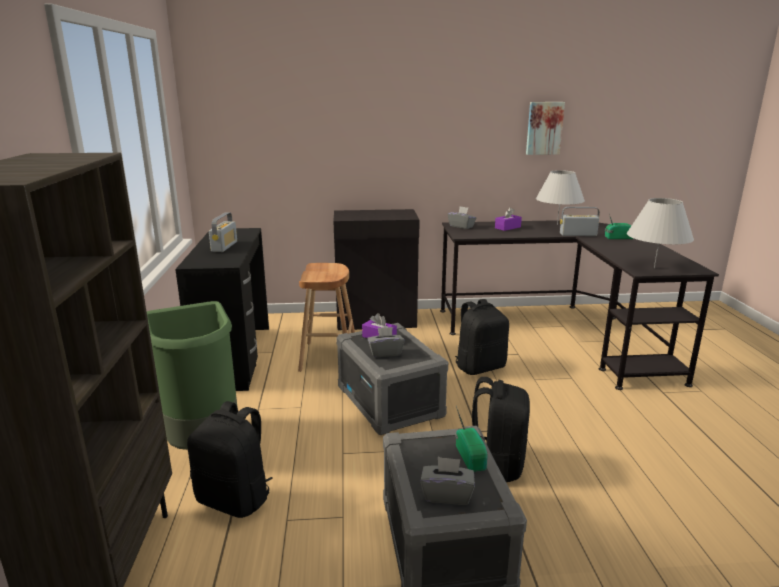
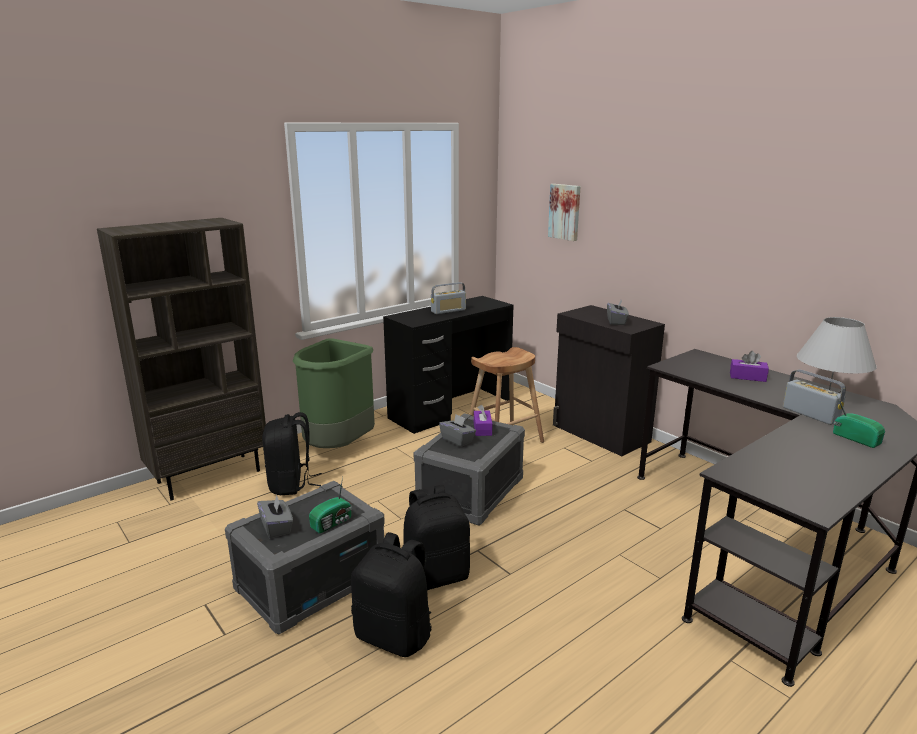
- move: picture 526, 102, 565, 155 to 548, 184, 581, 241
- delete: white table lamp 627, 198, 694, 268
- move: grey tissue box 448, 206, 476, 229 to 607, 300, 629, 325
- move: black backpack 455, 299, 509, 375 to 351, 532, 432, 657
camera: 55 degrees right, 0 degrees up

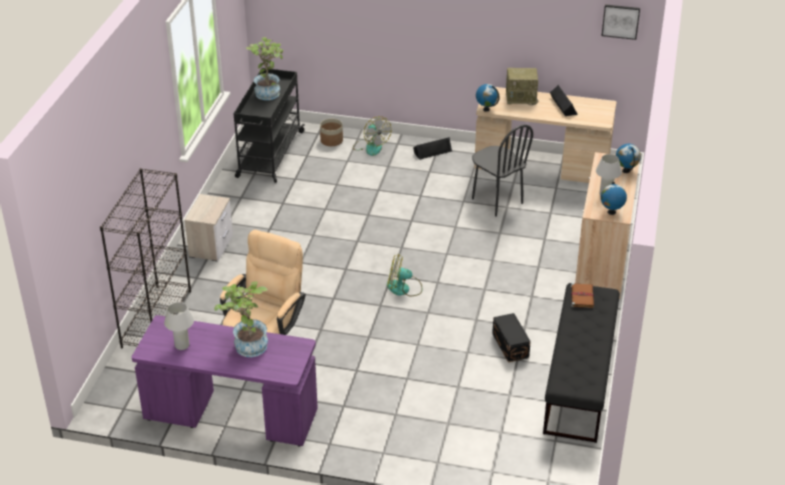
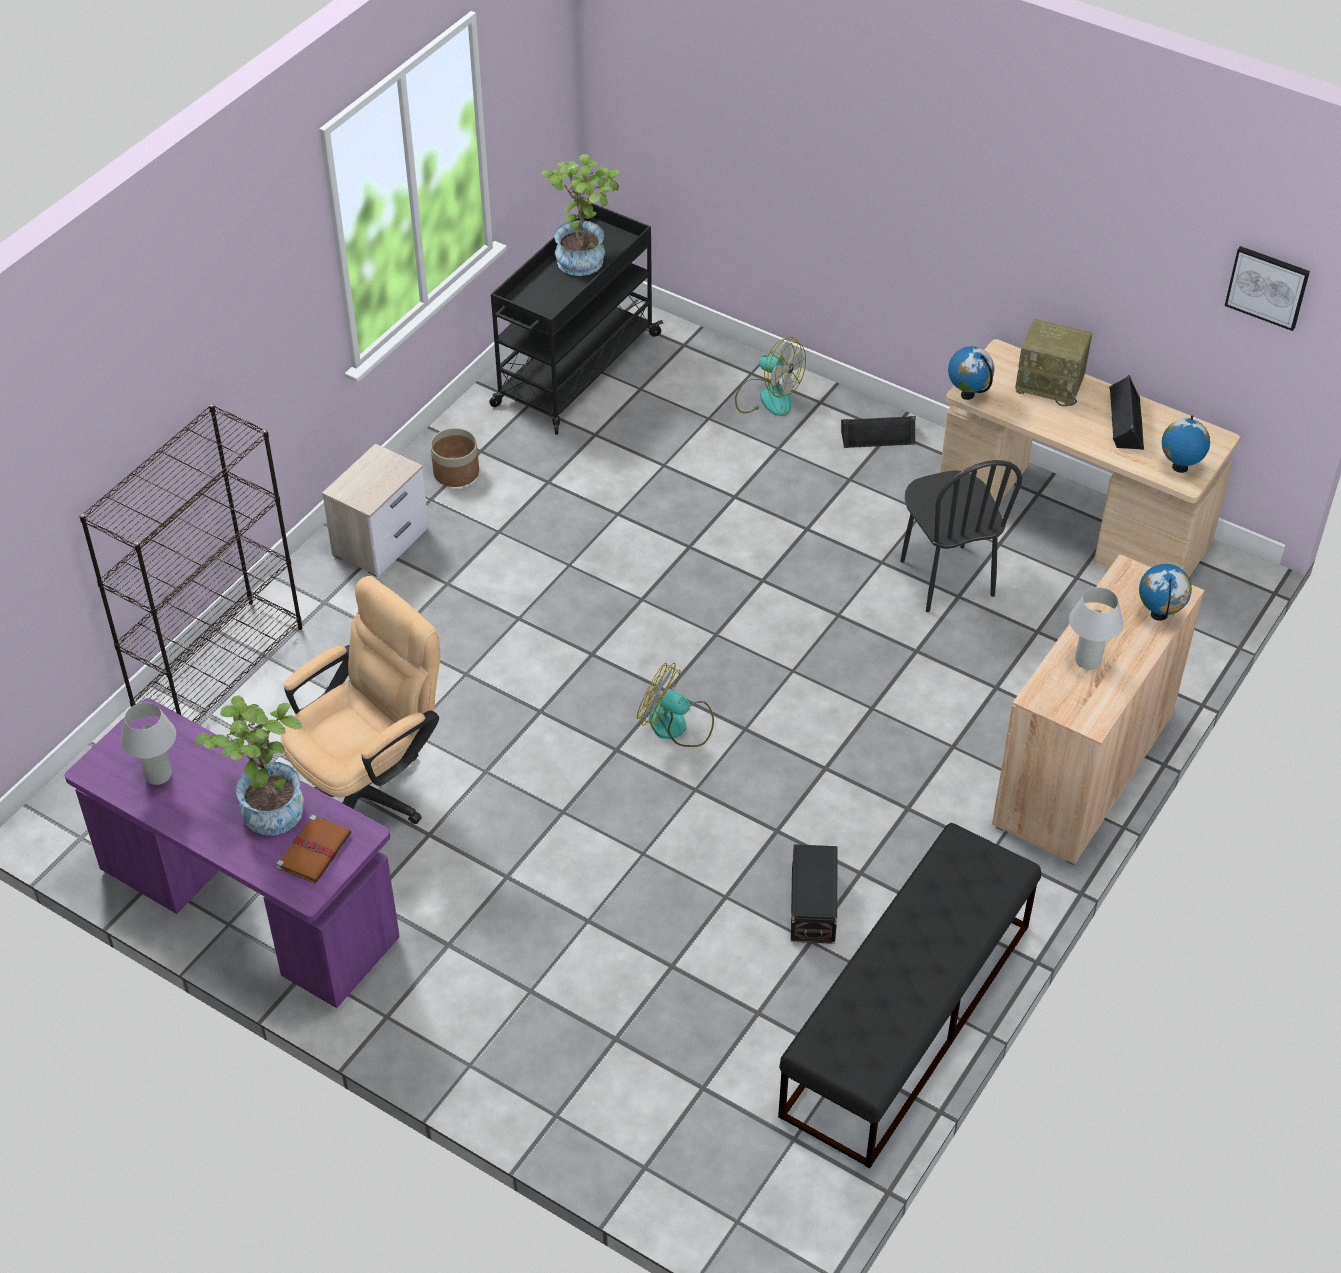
- rotate: fan 353, 116, 391, 156 = 735, 337, 806, 416 45 degrees counterclockwise
- move: planter 320, 119, 343, 146 to 430, 428, 479, 487
- move: globe 601, 182, 627, 215 to 1162, 415, 1210, 473
- move: brown book 571, 283, 594, 308 to 277, 815, 351, 883
camera: 20 degrees right, 10 degrees up

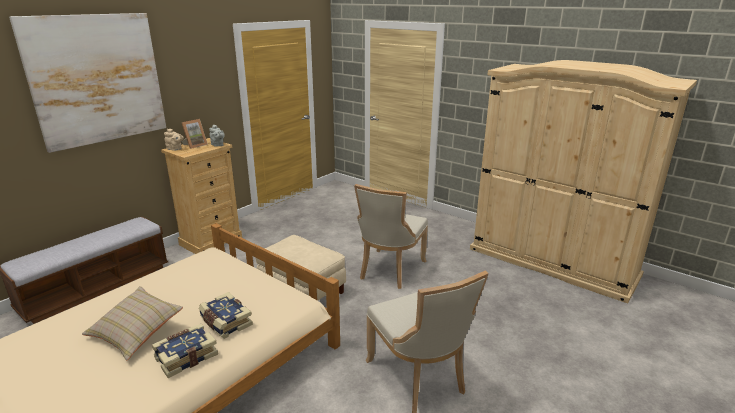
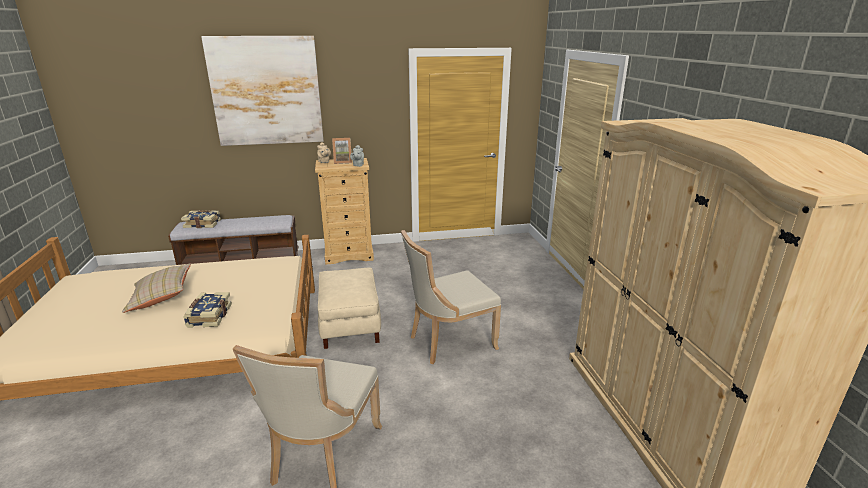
- move: book 152, 324, 218, 378 to 181, 210, 221, 228
camera: 40 degrees right, 0 degrees up

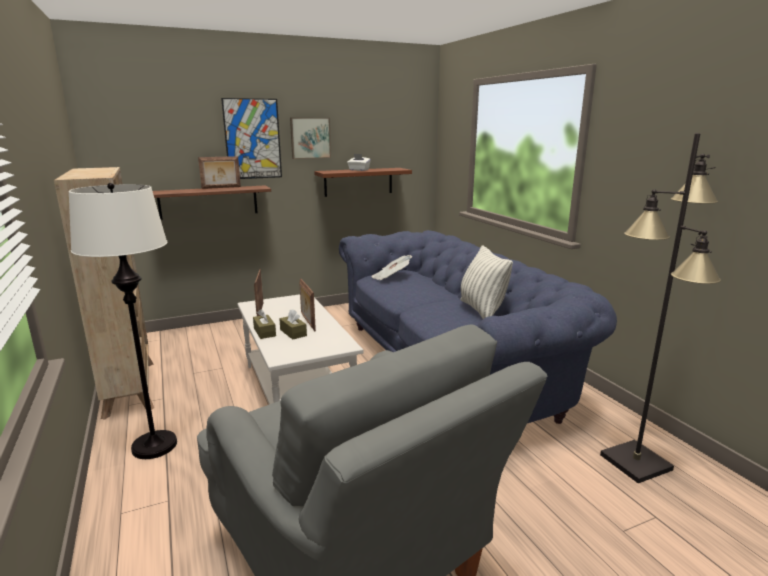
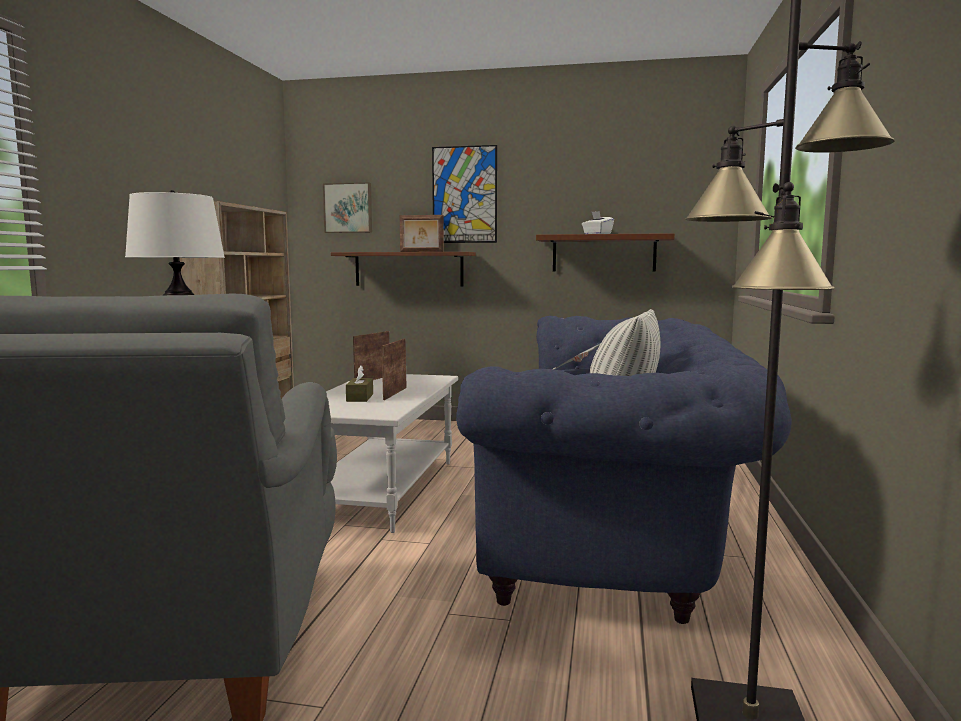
- move: picture 290, 118, 331, 159 to 323, 182, 372, 233
- delete: brown tissue box 253, 309, 276, 339
camera: 35 degrees right, 10 degrees down

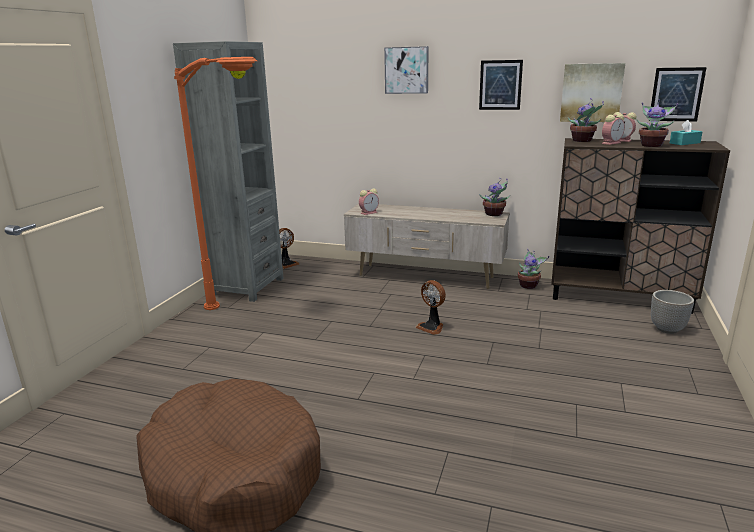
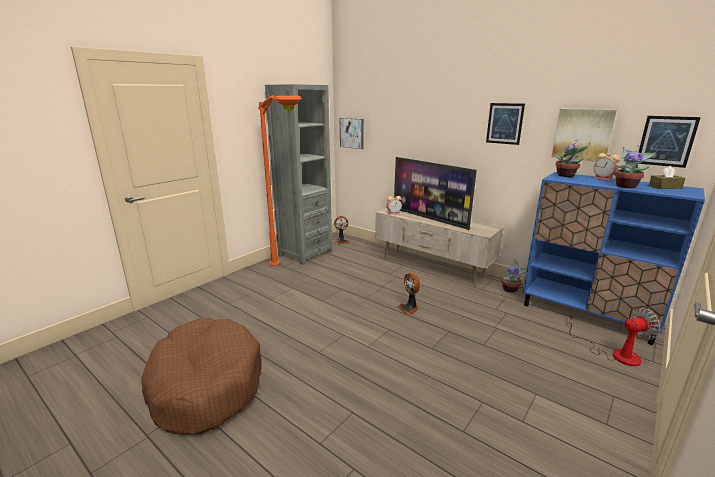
- move: picture 384, 46, 429, 94 to 340, 118, 364, 149
- delete: alarm clock 602, 114, 625, 145
- recolor: turquoise tissue box 670, 120, 702, 145 to brown tissue box 649, 166, 686, 189
- recolor: brown cabinet 551, 138, 730, 314 to blue cabinet 523, 172, 705, 345
- delete: potted plant 479, 178, 510, 216
- replace: planter 651, 290, 694, 334 to fan 565, 308, 661, 366
- insert: television 394, 157, 477, 230
camera: 20 degrees right, 0 degrees up

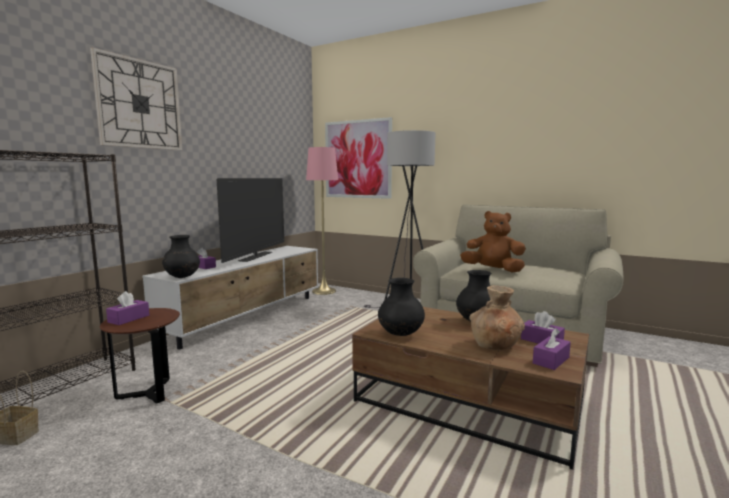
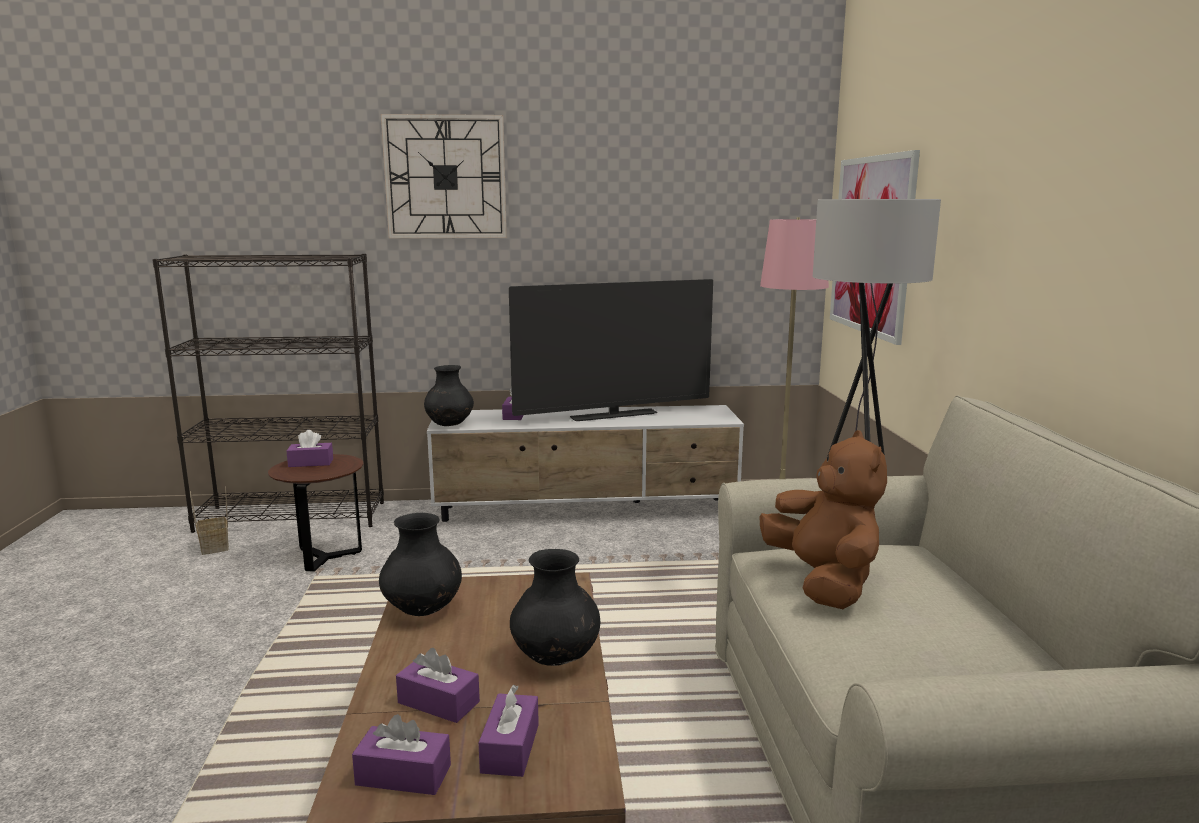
- replace: brown vase 469, 286, 525, 350 to purple tissue box 396, 648, 480, 723
camera: 55 degrees right, 5 degrees up

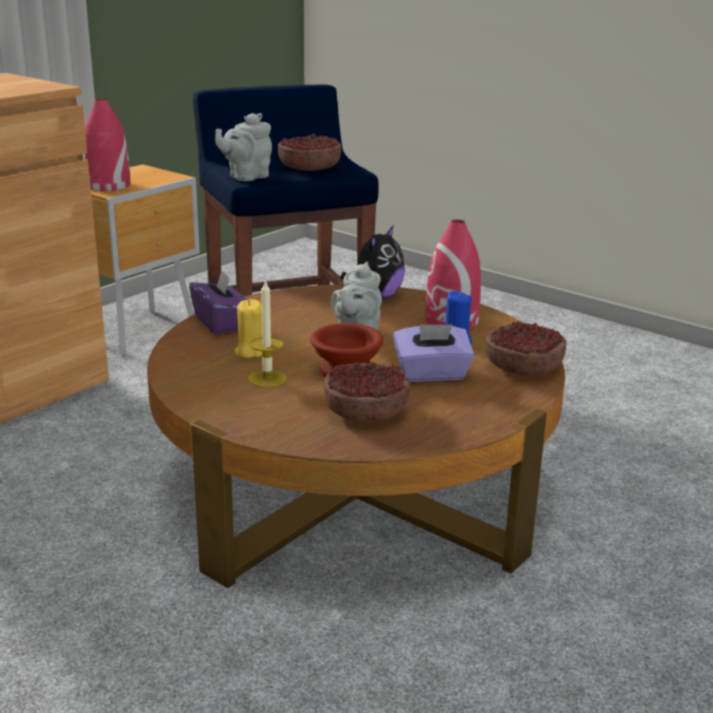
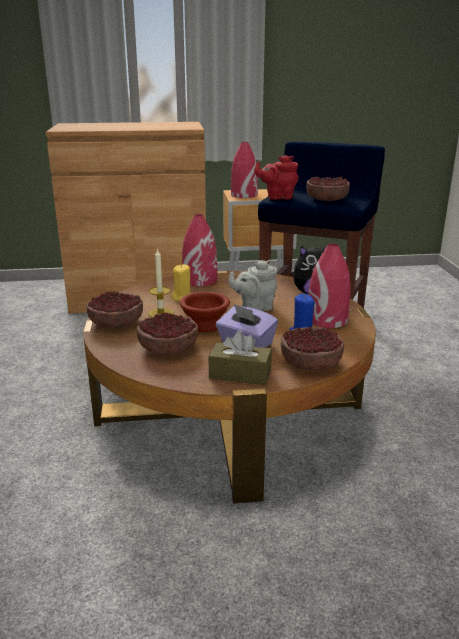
- recolor: grey teapot 215, 113, 272, 181 to red teapot 254, 155, 299, 200
- replace: purple tissue box 189, 270, 247, 334 to red vase 182, 214, 217, 286
- insert: bowl 87, 291, 143, 328
- insert: brown tissue box 209, 331, 272, 385
camera: 45 degrees right, 0 degrees up

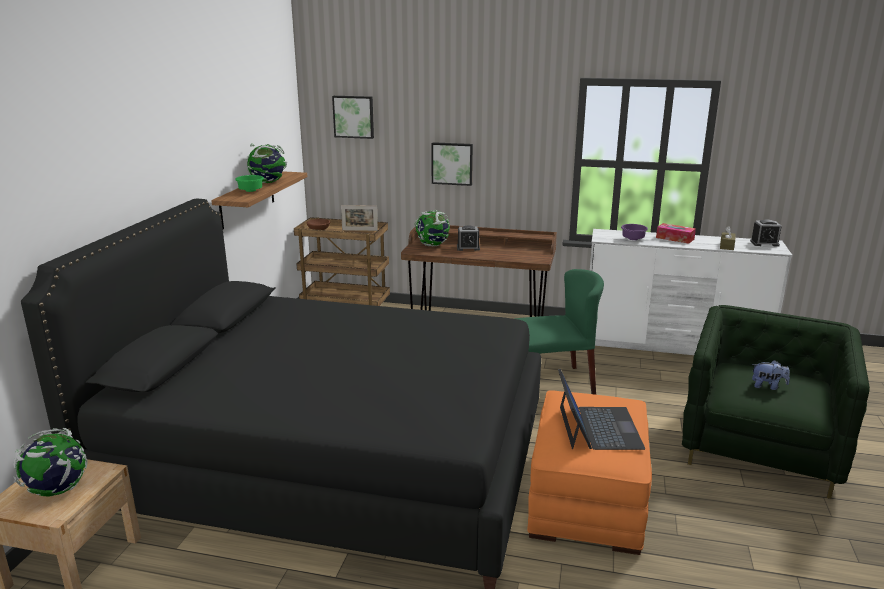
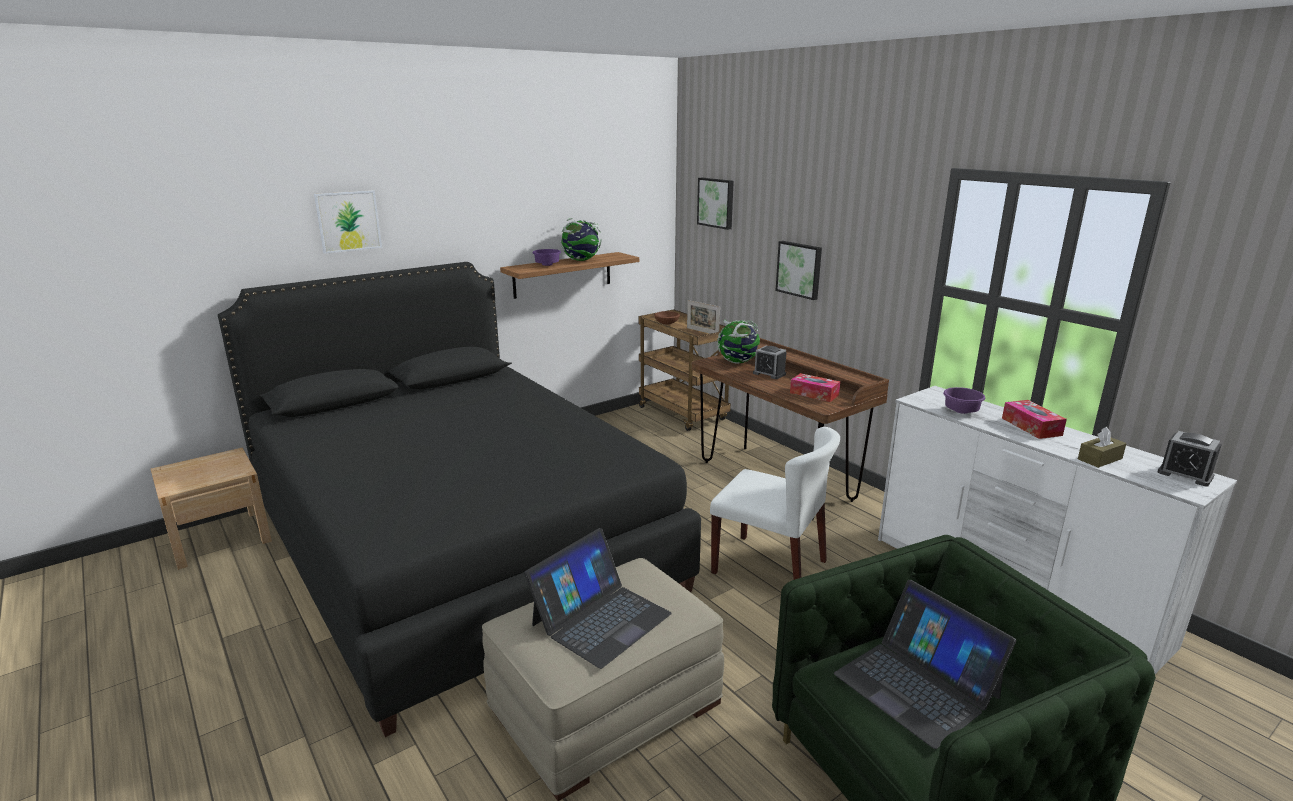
- recolor: green bowl 235, 175, 264, 192 to purple bowl 533, 249, 561, 266
- recolor: green chair 515, 269, 604, 395 to white chair 710, 427, 840, 580
- replace: plush toy 752, 360, 790, 390 to laptop 834, 580, 1016, 749
- recolor: orange ottoman 527, 390, 652, 555 to beige ottoman 482, 558, 724, 801
- delete: globe 13, 428, 88, 496
- insert: picture 314, 190, 382, 254
- insert: tissue box 790, 373, 840, 402
camera: 40 degrees right, 0 degrees up

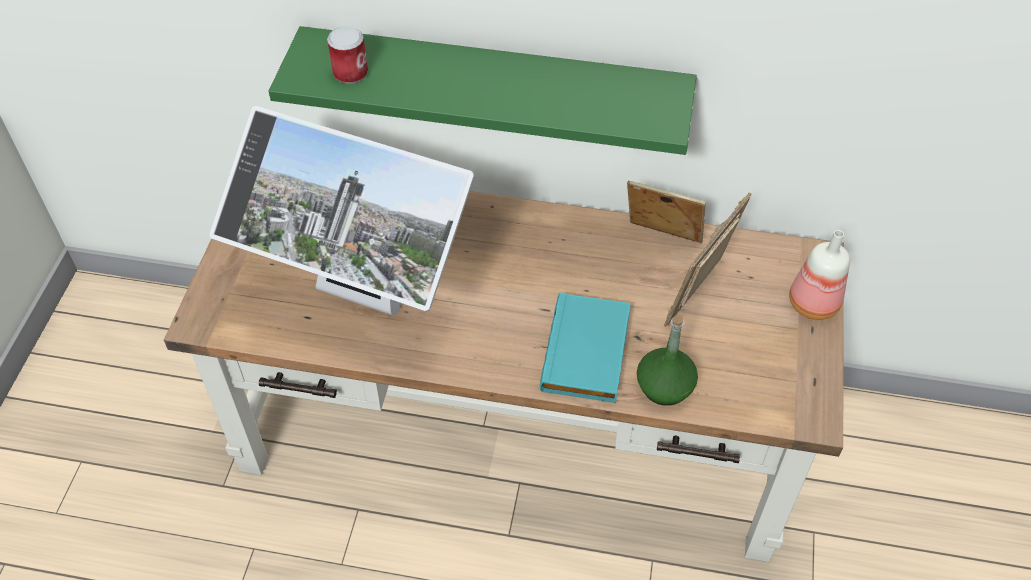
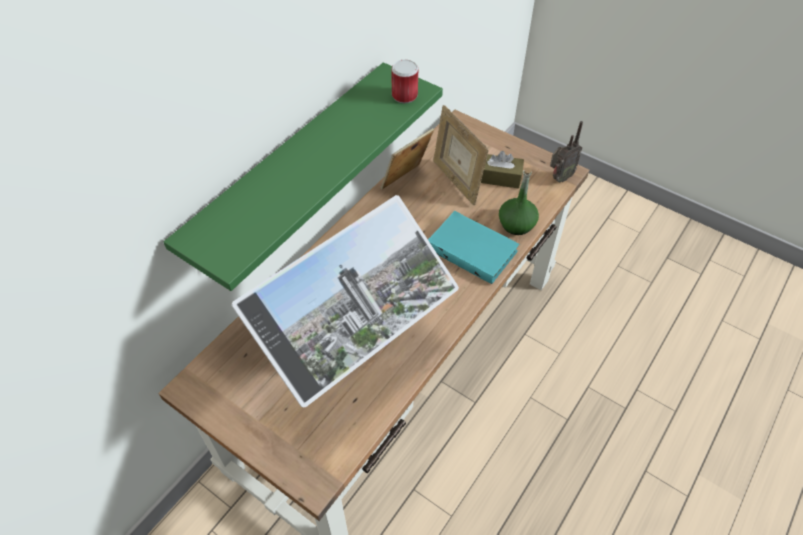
- move: can 327, 26, 368, 84 to 391, 60, 418, 103
- delete: bottle 789, 230, 850, 320
- insert: radio 550, 121, 583, 182
- insert: brown tissue box 481, 151, 524, 189
camera: 65 degrees left, 0 degrees up

